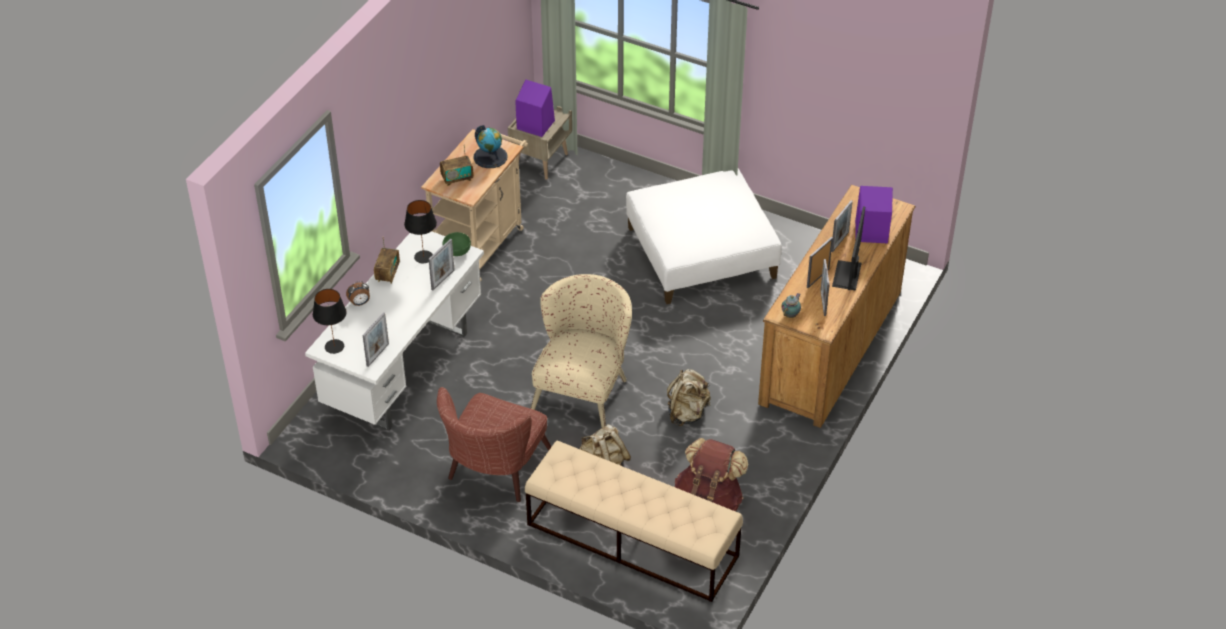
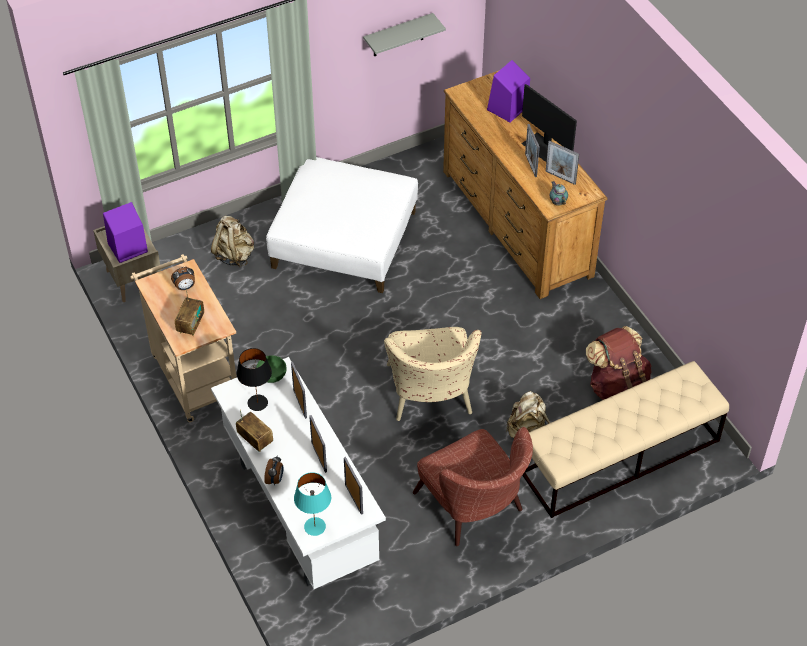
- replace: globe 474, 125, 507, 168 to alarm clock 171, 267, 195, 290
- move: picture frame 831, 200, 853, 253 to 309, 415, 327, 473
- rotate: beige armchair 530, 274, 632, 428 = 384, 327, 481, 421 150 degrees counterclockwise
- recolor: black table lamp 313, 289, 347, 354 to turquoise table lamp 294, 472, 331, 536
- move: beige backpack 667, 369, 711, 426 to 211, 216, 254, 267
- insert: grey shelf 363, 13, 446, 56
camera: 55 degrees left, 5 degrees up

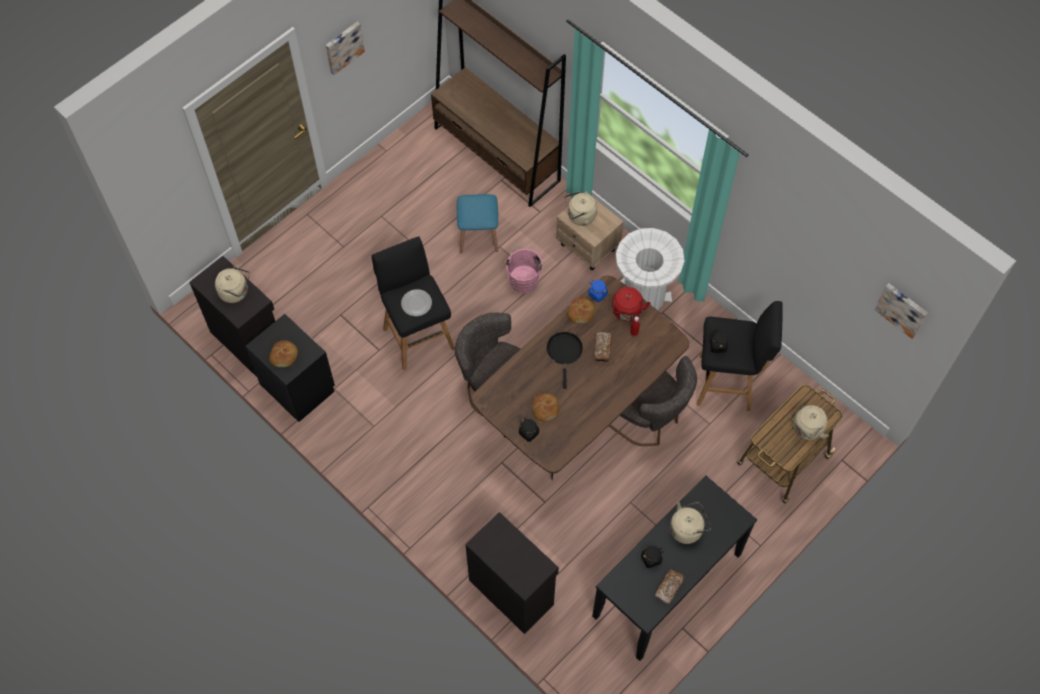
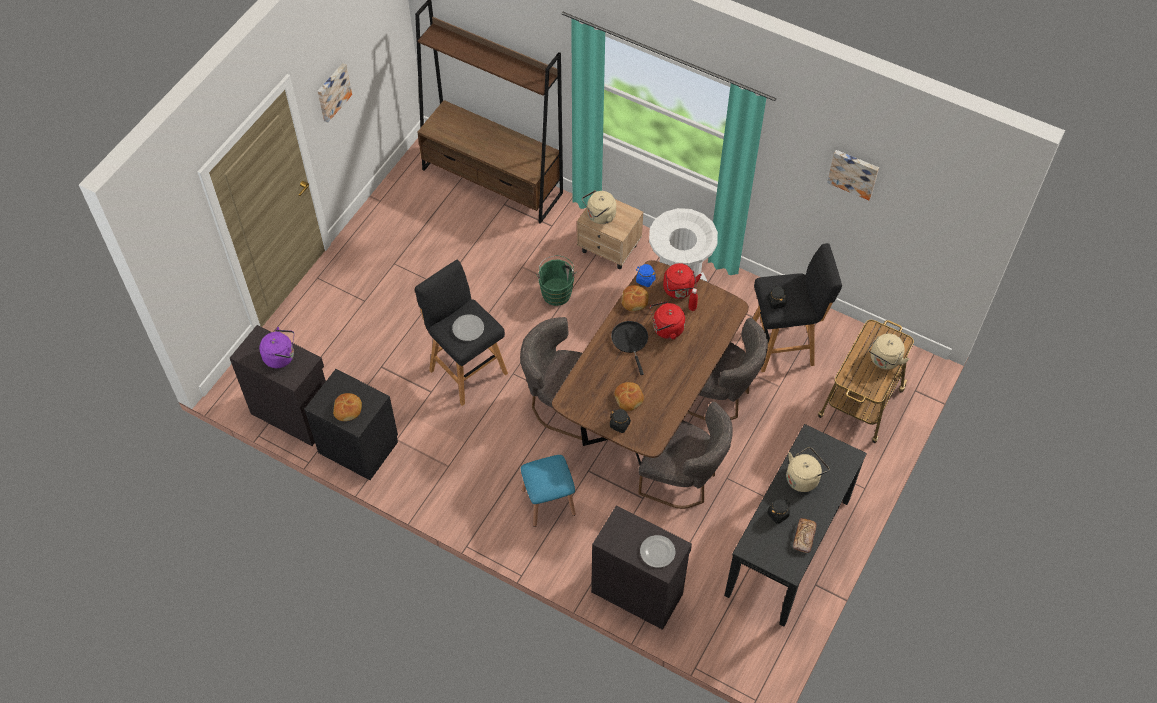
- move: blue stool 457, 194, 498, 253 to 521, 455, 576, 527
- recolor: pink bucket 505, 245, 545, 293 to green bucket 536, 255, 577, 306
- recolor: beige kettle 215, 264, 250, 303 to purple kettle 259, 327, 294, 368
- move: picture 875, 283, 928, 339 to 827, 150, 879, 200
- replace: bread 594, 332, 612, 362 to red kettle 650, 301, 685, 339
- insert: grey chair 638, 402, 733, 509
- insert: plate 640, 535, 675, 568
camera: 15 degrees left, 5 degrees down

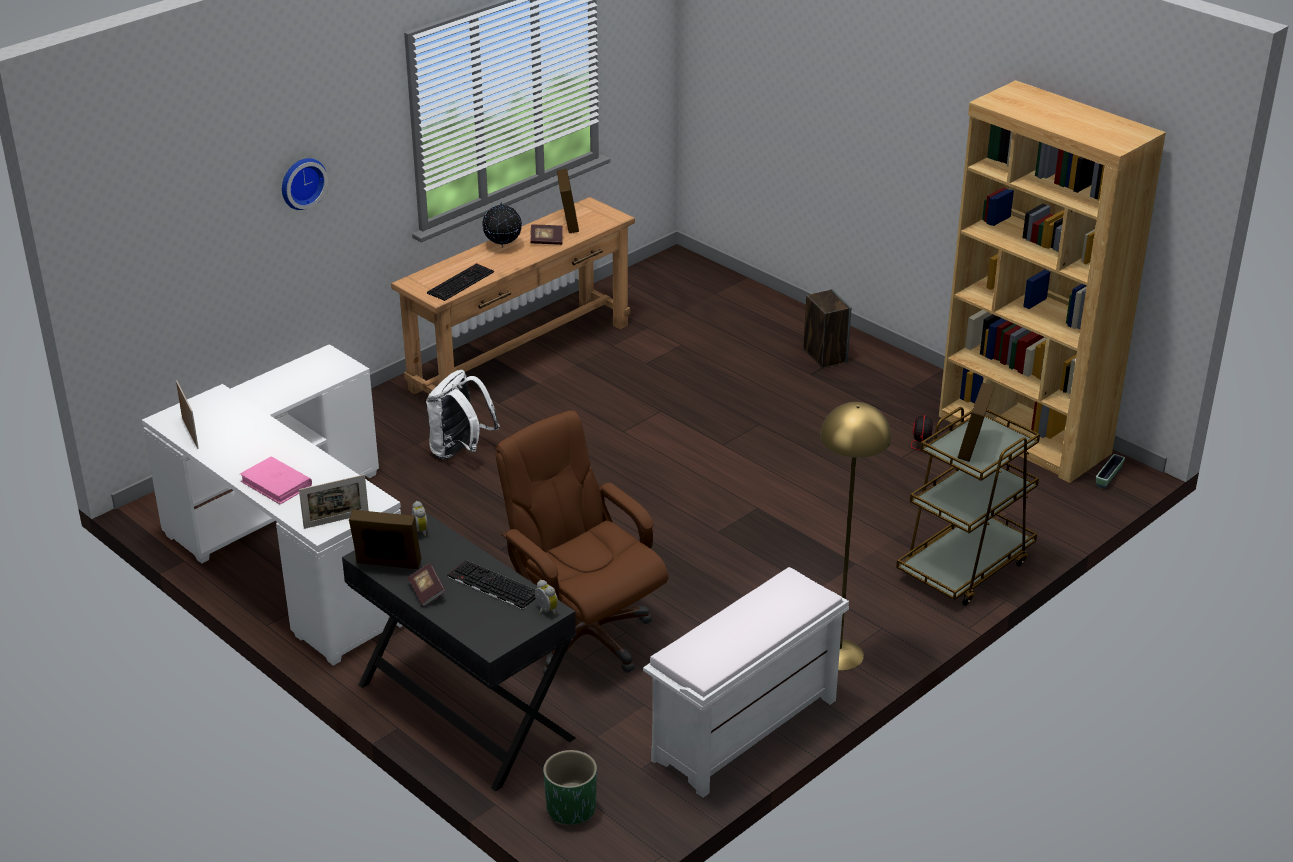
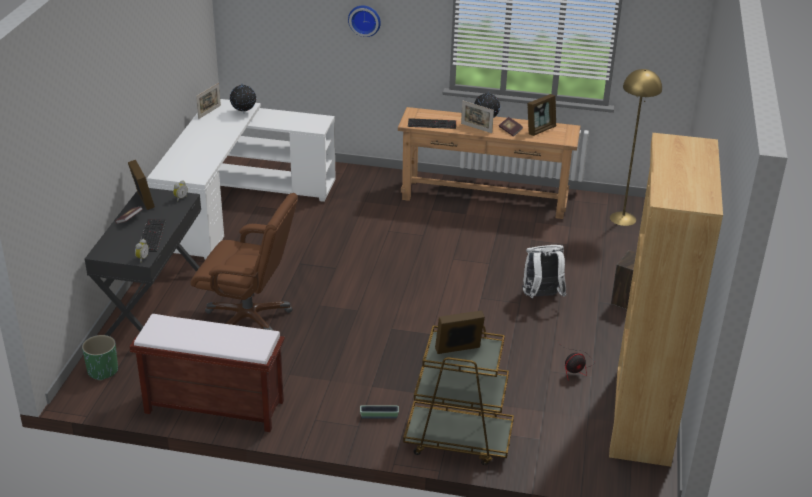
- move: white backpack 426, 370, 499, 459 to 522, 245, 567, 298
- move: yellow floor lamp 820, 402, 892, 670 to 610, 69, 662, 226
- rotate: brown office chair 496, 411, 668, 674 = 191, 193, 298, 330 90 degrees clockwise
- move: planter 1096, 454, 1125, 489 to 360, 405, 399, 419
- delete: pink book 240, 456, 312, 504
- move: picture frame 299, 474, 369, 529 to 461, 101, 494, 133
- recolor: white bench 643, 567, 849, 798 to brown bench 130, 314, 285, 432
- insert: globe 230, 83, 256, 114
camera: 55 degrees right, 0 degrees up

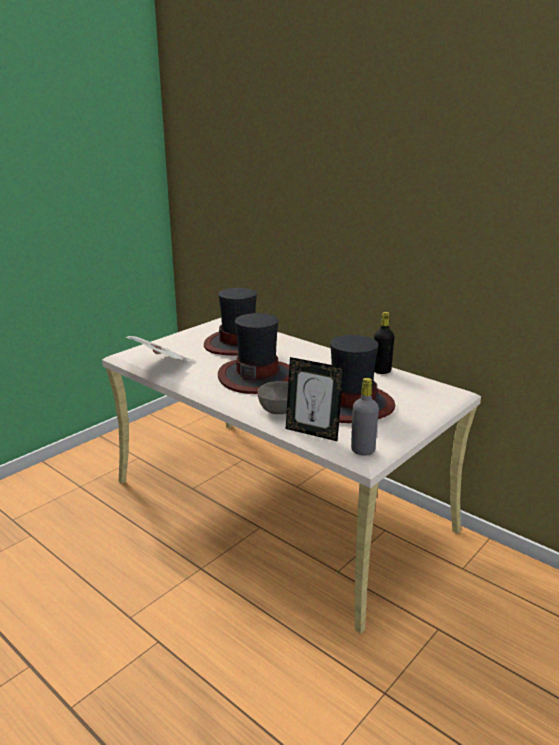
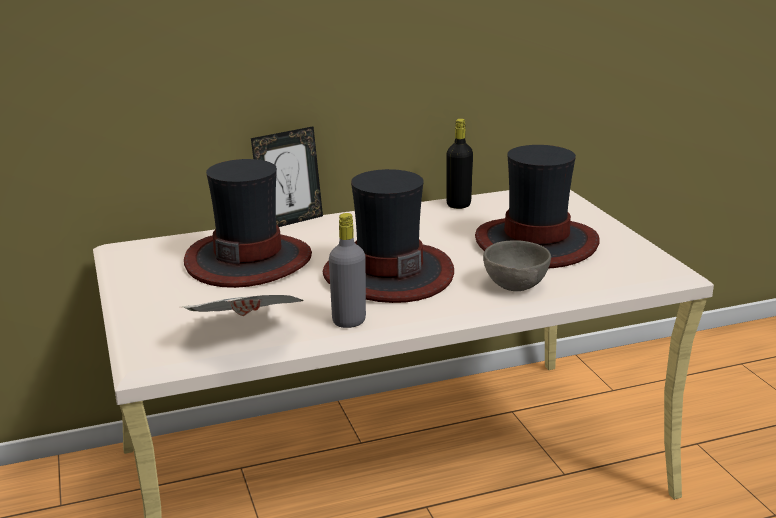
- move: picture frame 286, 357, 344, 441 to 251, 126, 323, 227
- move: grey bottle 351, 378, 379, 455 to 329, 213, 366, 328
camera: 60 degrees left, 0 degrees up

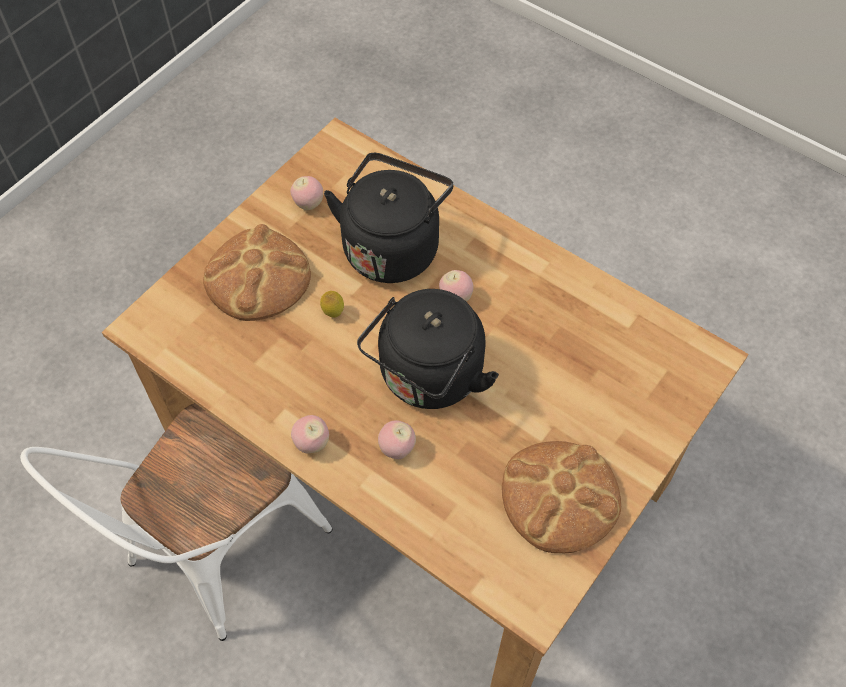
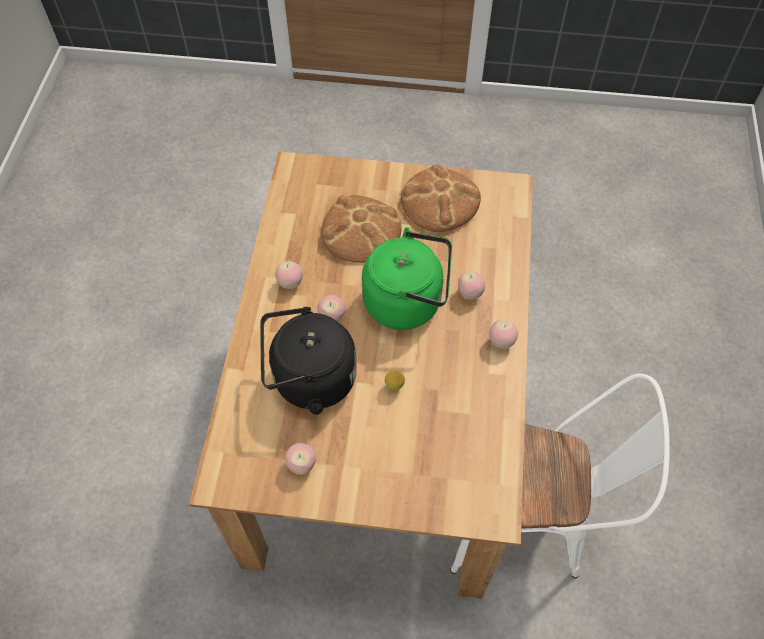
- move: bread 203, 224, 311, 321 to 322, 195, 401, 263
- recolor: black kettle 357, 289, 499, 409 to green kettle 362, 227, 452, 330
- insert: apple 275, 261, 303, 289
camera: 120 degrees left, 0 degrees up

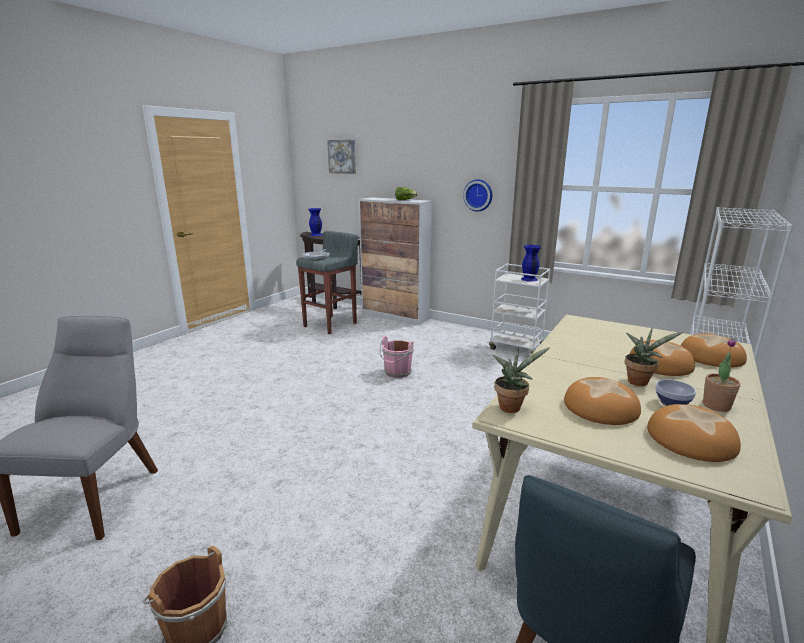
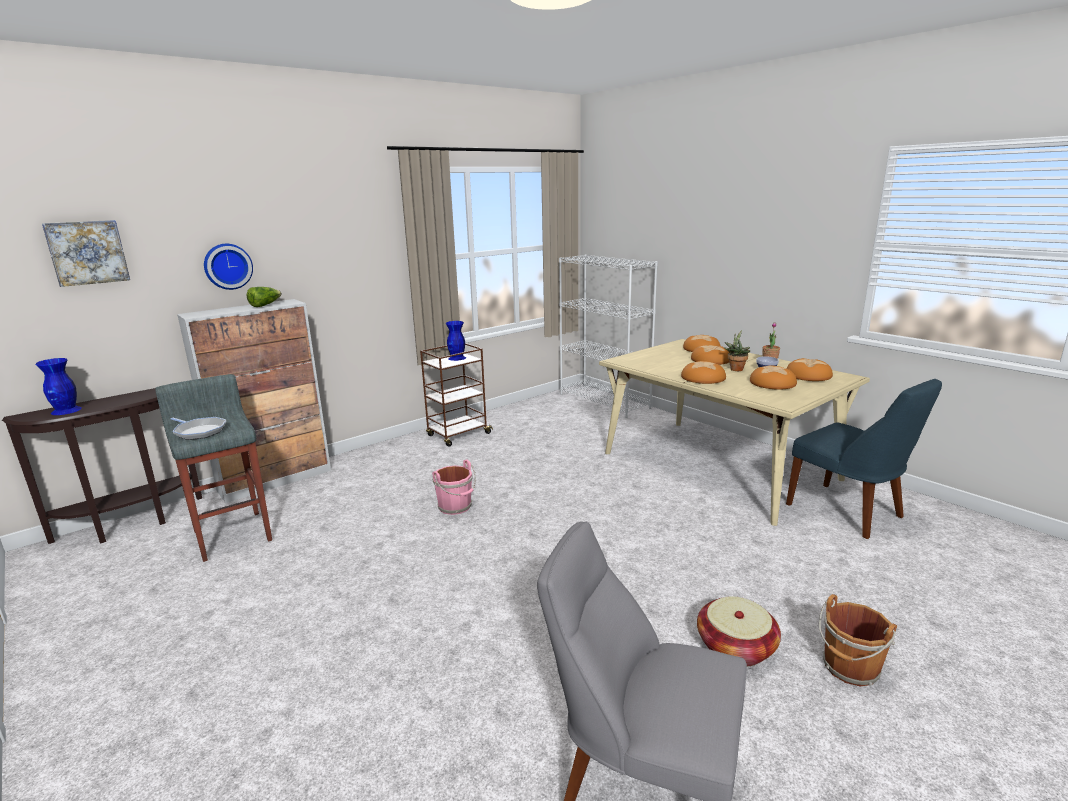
- move: wall clock 463, 179, 492, 212 to 204, 244, 253, 290
- recolor: white cart 489, 264, 550, 354 to brown cart 420, 343, 493, 446
- delete: potted plant 492, 347, 550, 413
- insert: bread 681, 361, 726, 384
- insert: basket 697, 596, 781, 666
camera: 70 degrees left, 0 degrees up

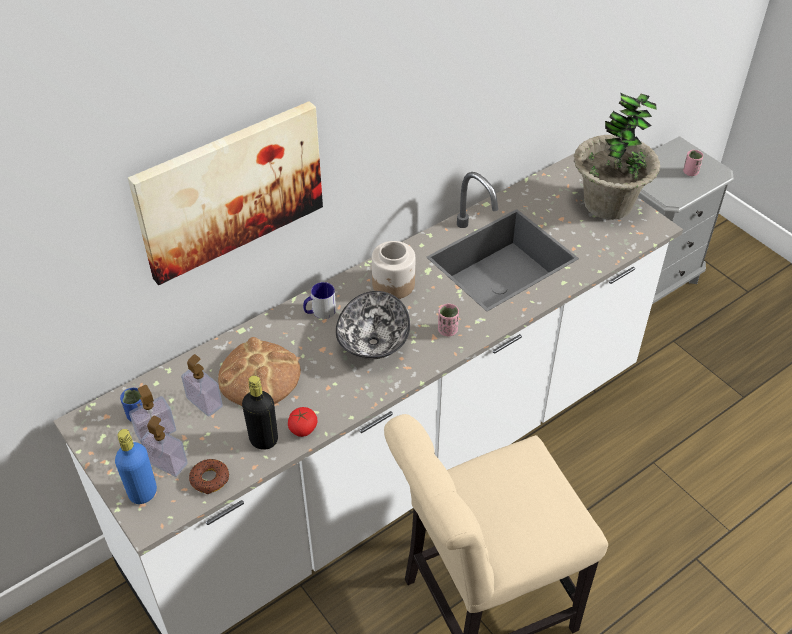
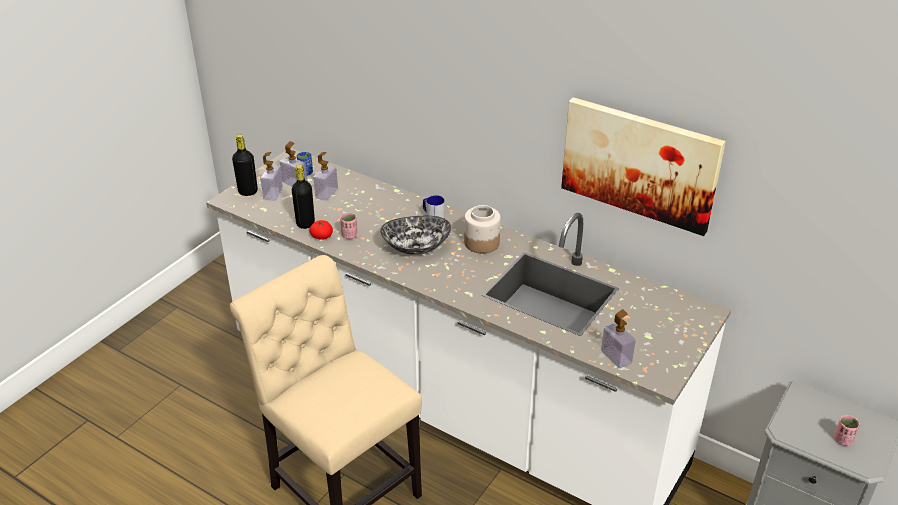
- delete: potted plant 574, 93, 660, 220
- move: picture 128, 101, 323, 285 to 561, 97, 726, 236
- move: pink cup 438, 304, 459, 336 to 340, 213, 357, 239
- delete: bread 218, 337, 301, 406
- recolor: blue bottle 115, 429, 157, 504 to black bottle 232, 134, 258, 196
- delete: donut 189, 459, 230, 494
- insert: soap dispenser 601, 309, 636, 368
camera: 70 degrees right, 10 degrees down

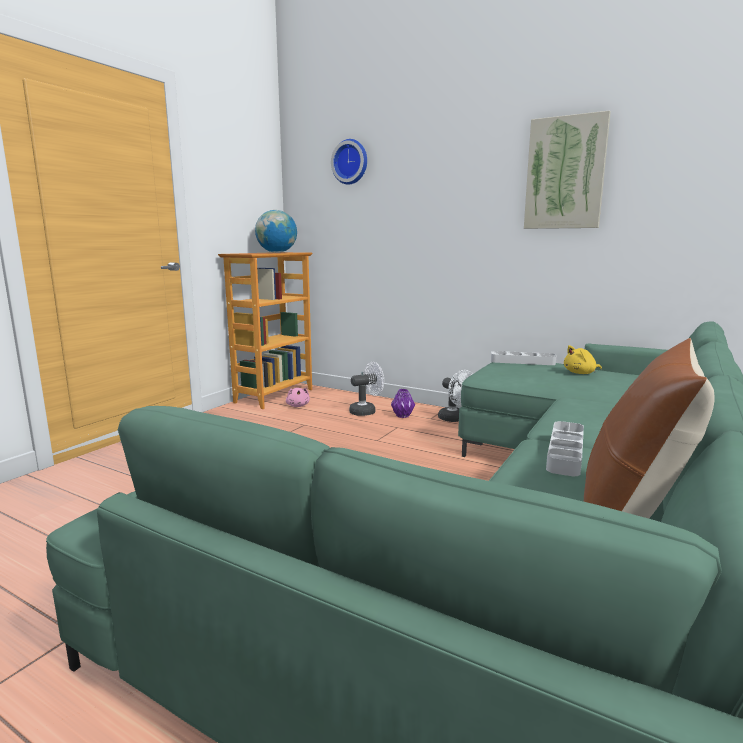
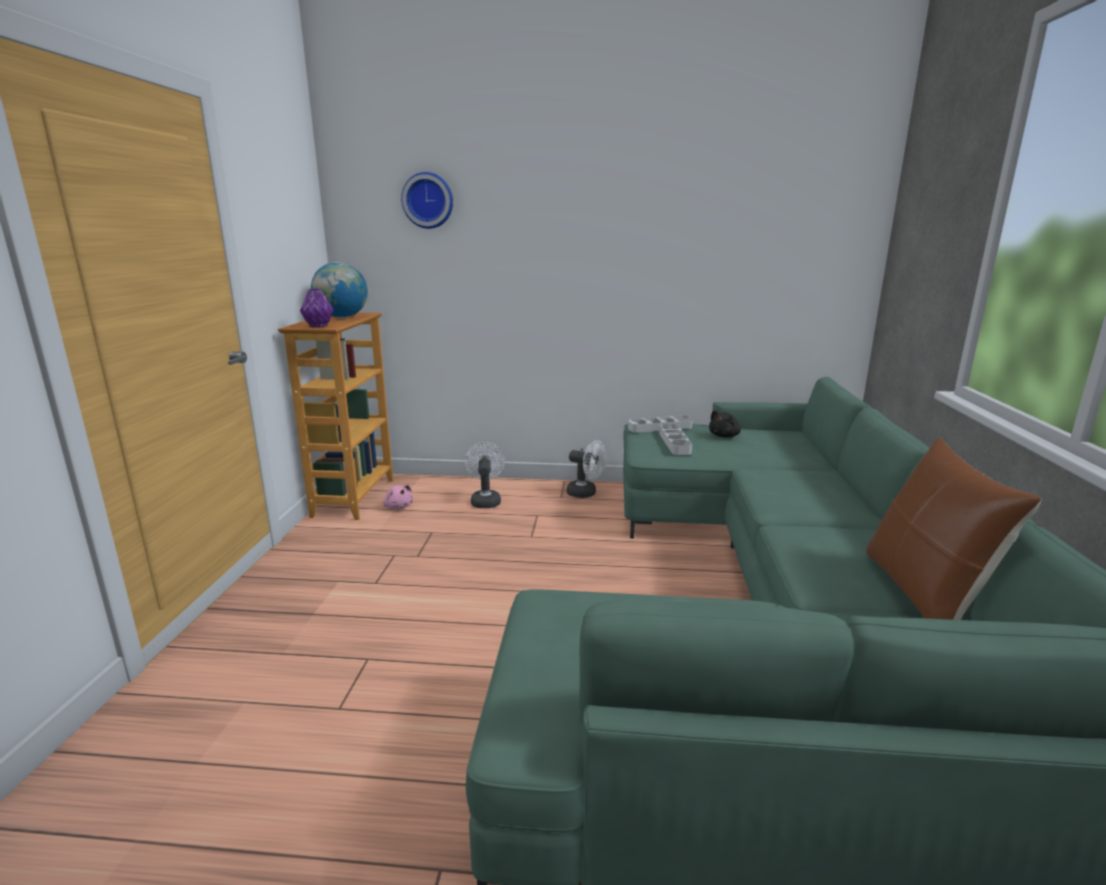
- delete: picture 524, 110, 611, 229
- recolor: yellow plush toy 564, 345, 602, 374 to black plush toy 709, 410, 741, 437
- rotate: white fan 349, 362, 384, 416 = 465, 442, 505, 508 45 degrees counterclockwise
- move: purple vase 391, 389, 415, 418 to 300, 289, 334, 327
- move: grey tray 546, 421, 584, 476 to 659, 424, 692, 455
camera: 25 degrees left, 5 degrees up

